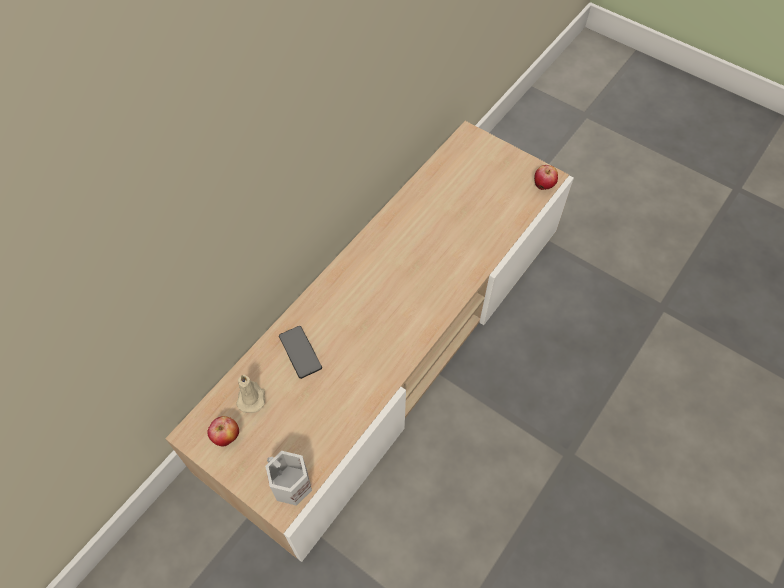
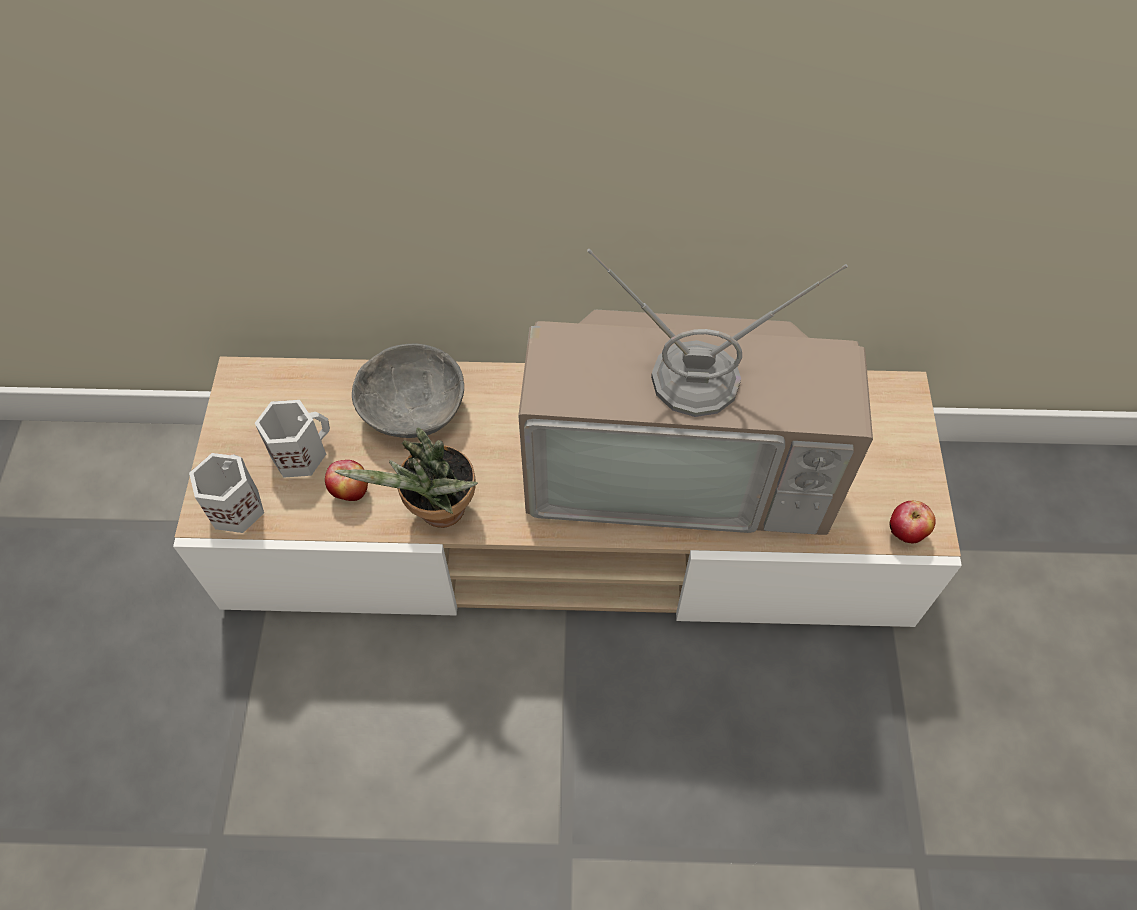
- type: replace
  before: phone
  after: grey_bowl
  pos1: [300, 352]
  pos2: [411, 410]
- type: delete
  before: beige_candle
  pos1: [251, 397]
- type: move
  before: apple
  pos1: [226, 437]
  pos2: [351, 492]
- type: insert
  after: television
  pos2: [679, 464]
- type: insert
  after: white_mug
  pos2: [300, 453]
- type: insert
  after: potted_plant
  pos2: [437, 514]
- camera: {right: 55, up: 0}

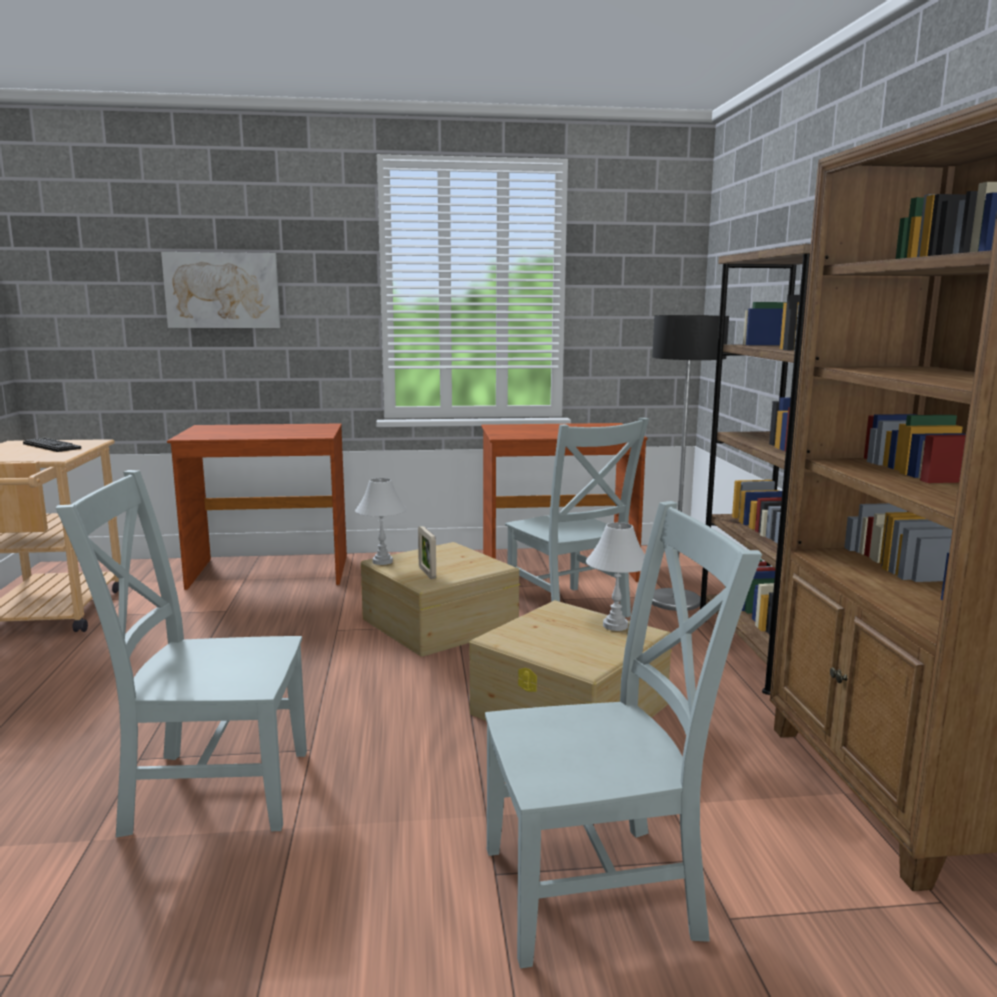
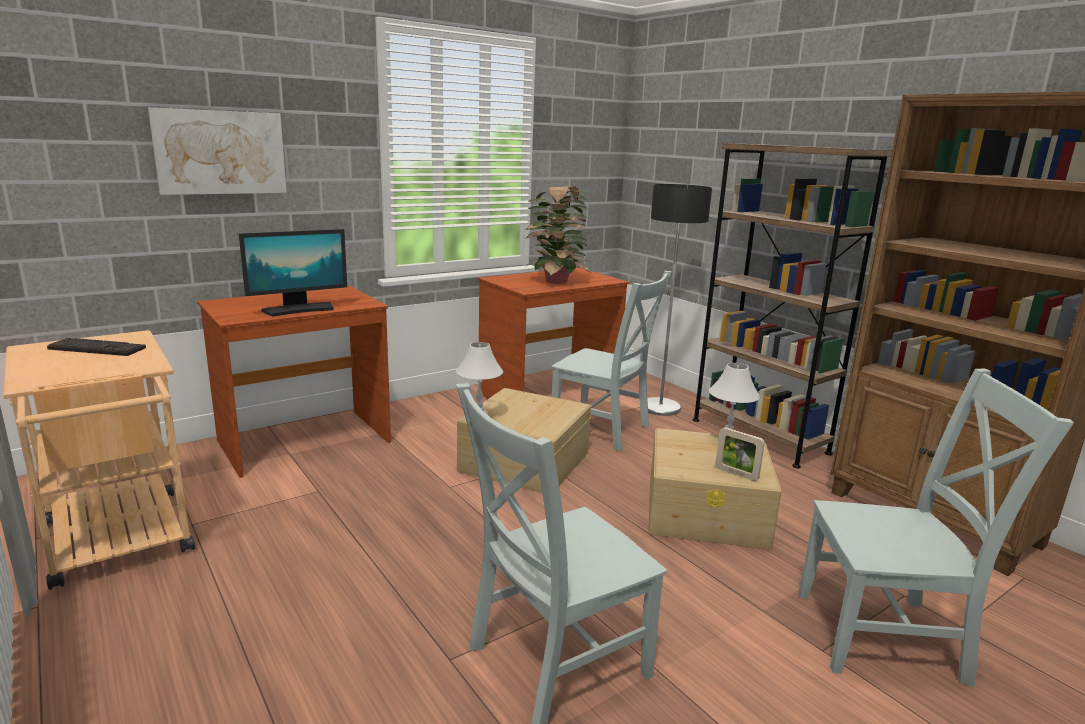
- type: rotate
  before: grey_chair
  pos1: [600, 890]
  pos2: [887, 637]
  turn: 45
- type: move
  before: picture_frame
  pos1: [427, 573]
  pos2: [736, 474]
- type: insert
  after: potted_plant
  pos2: [556, 282]
- type: insert
  after: monitor
  pos2: [299, 309]
- camera: {right: -30, up: 5}

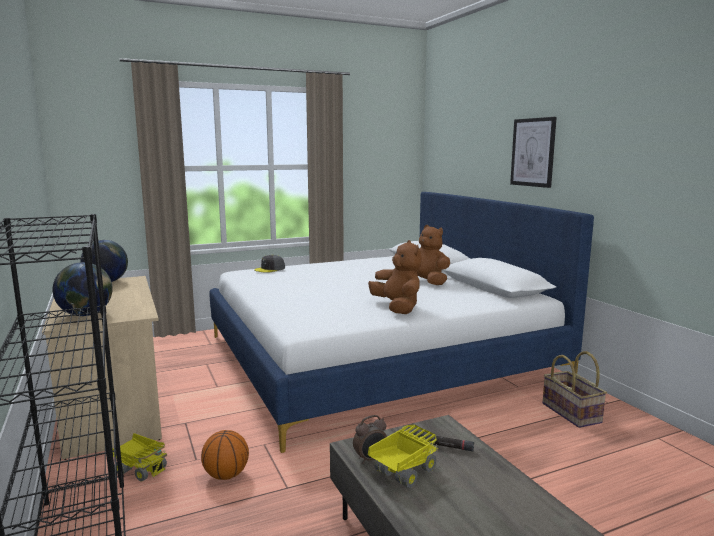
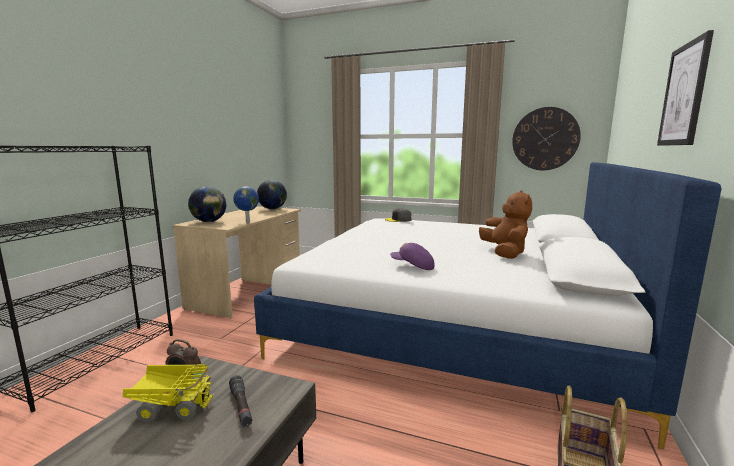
- type: replace
  before: brown_plush_toy
  after: purple_cap
  pos1: [397, 308]
  pos2: [412, 267]
- type: delete
  before: basketball
  pos1: [226, 475]
- type: delete
  before: toy_truck
  pos1: [140, 469]
- type: insert
  after: wall_clock
  pos2: [545, 139]
- type: insert
  after: globe
  pos2: [247, 222]
- camera: {right: 45, up: 0}

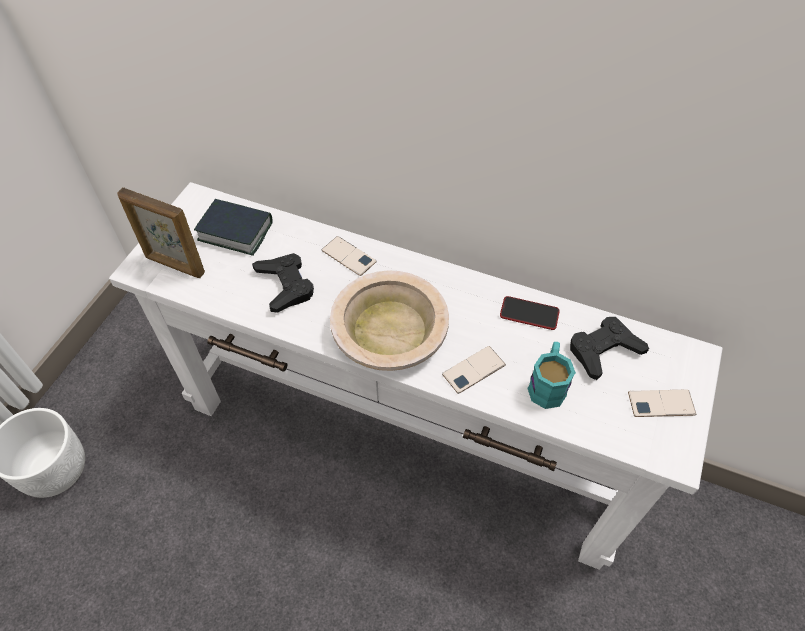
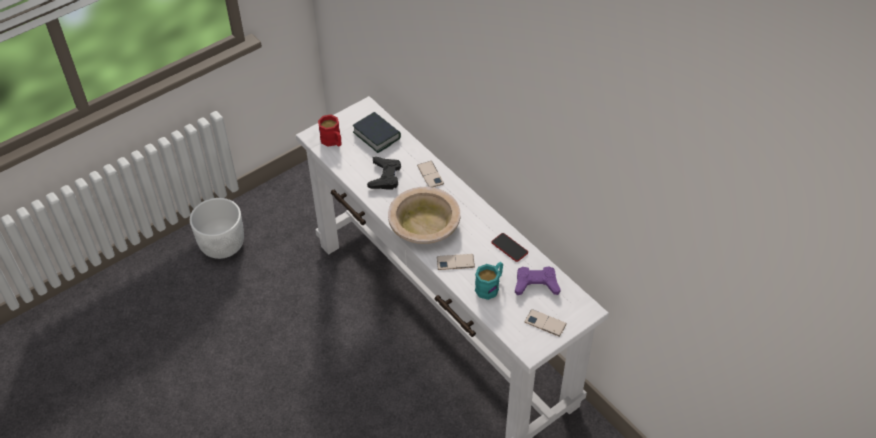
- type: replace
  before: picture_frame
  after: red_mug
  pos1: [174, 265]
  pos2: [333, 141]
- type: recolor
  before: black_game_controller
  after: purple_game_controller
  pos1: [603, 350]
  pos2: [536, 284]
- camera: {right: 30, up: -5}

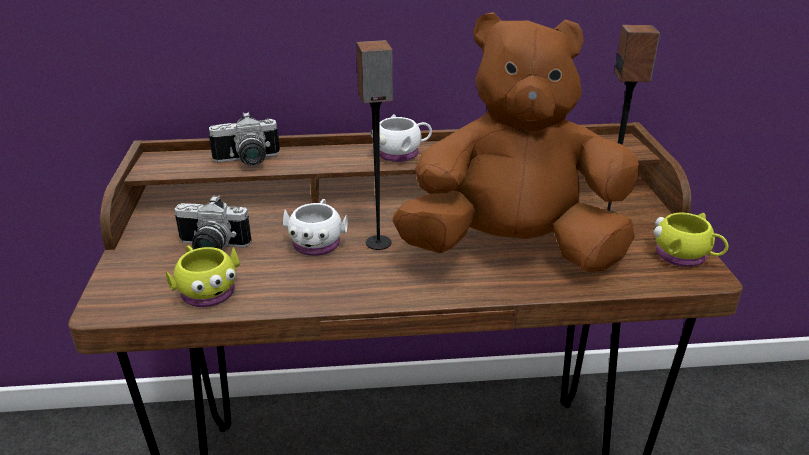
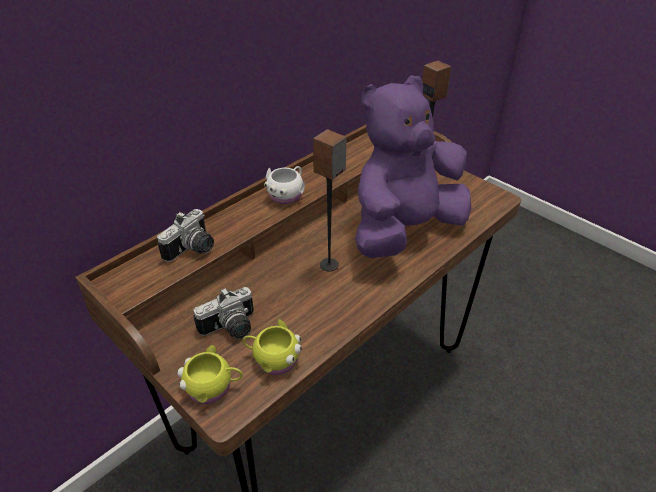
- type: recolor
  before: brown_plush_toy
  after: purple_plush_toy
  pos1: [514, 250]
  pos2: [404, 230]
- type: delete
  before: white_mug
  pos1: [317, 242]
- type: move
  before: yellow_mug
  pos1: [685, 256]
  pos2: [213, 387]
- camera: {right: -40, up: 10}

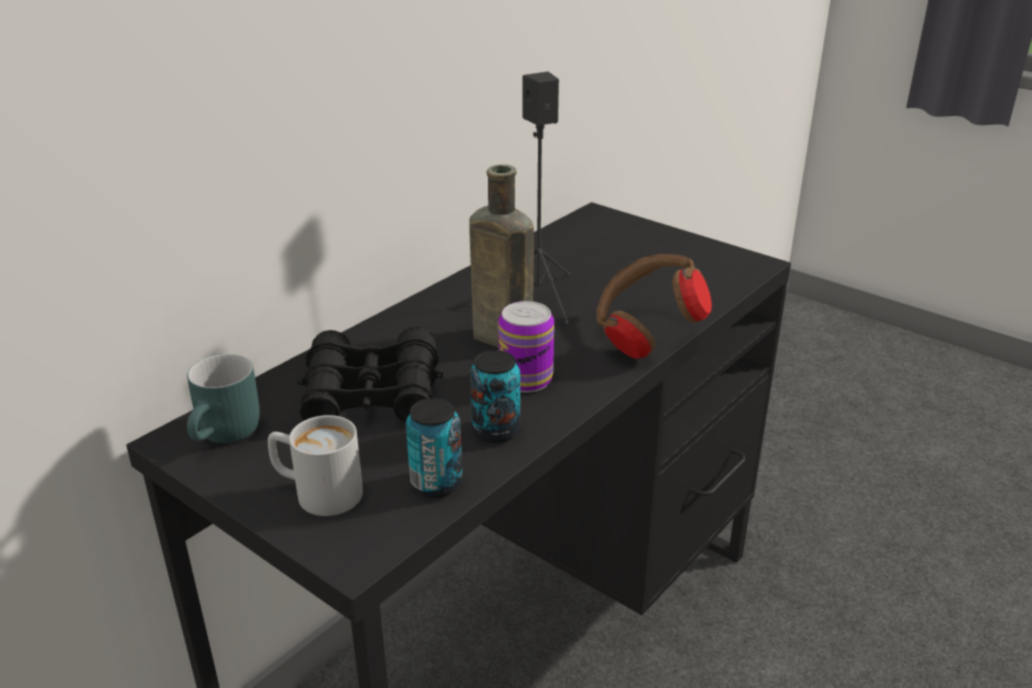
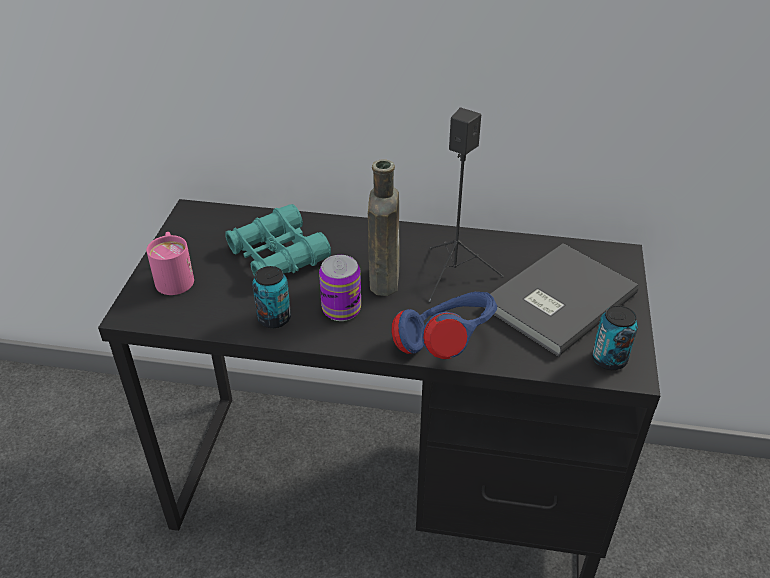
- type: recolor
  before: brown_headphones
  after: blue_headphones
  pos1: [646, 336]
  pos2: [446, 346]
- type: recolor
  before: black_binoculars
  after: turquoise_binoculars
  pos1: [372, 395]
  pos2: [278, 255]
- type: delete
  before: turquoise_mug
  pos1: [228, 434]
- type: move
  before: can
  pos1: [436, 483]
  pos2: [609, 359]
- type: recolor
  before: white_mug
  after: pink_mug
  pos1: [316, 492]
  pos2: [174, 277]
- type: insert
  after: grey_book
  pos2: [556, 300]
- camera: {right: 60, up: 10}

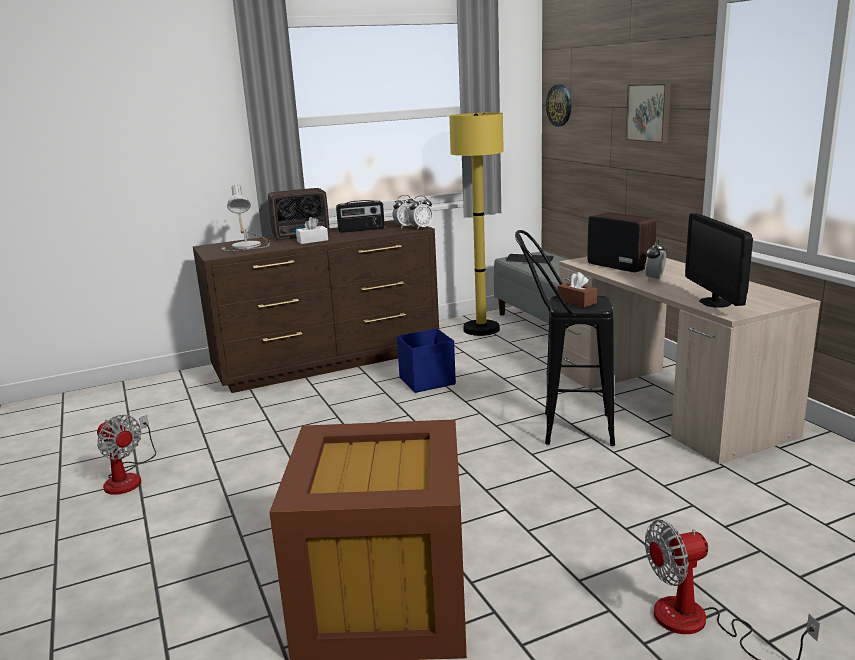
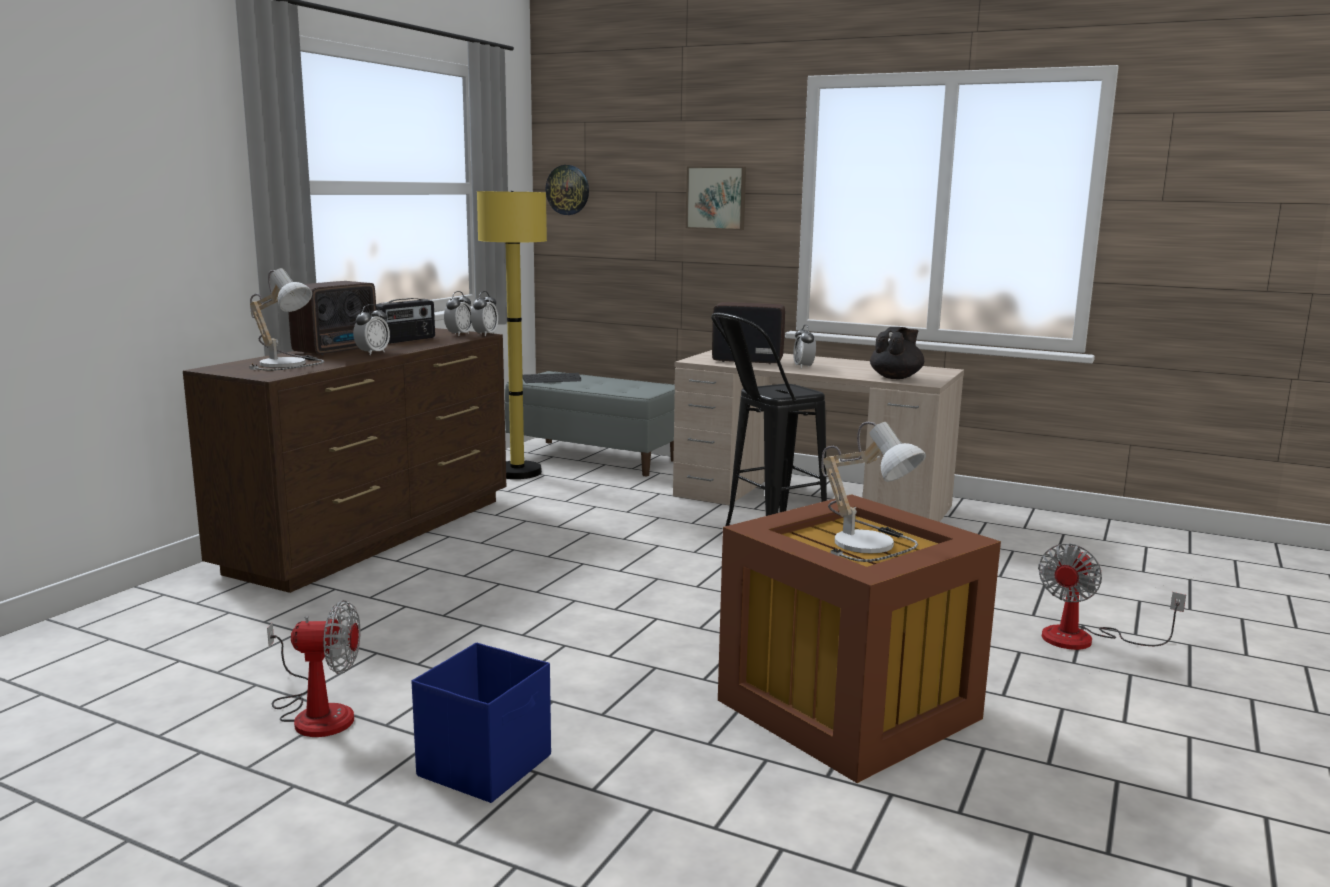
- type: replace
  before: monitor
  after: black_teapot
  pos1: [715, 302]
  pos2: [896, 377]
- type: replace
  before: white_tissue_box
  after: alarm_clock
  pos1: [312, 241]
  pos2: [372, 353]
- type: delete
  before: brown_tissue_box
  pos1: [577, 301]
- type: move
  before: blue_storage_box
  pos1: [428, 381]
  pos2: [487, 765]
- type: insert
  after: table_lamp
  pos2: [871, 543]
- camera: {right: -40, up: -5}

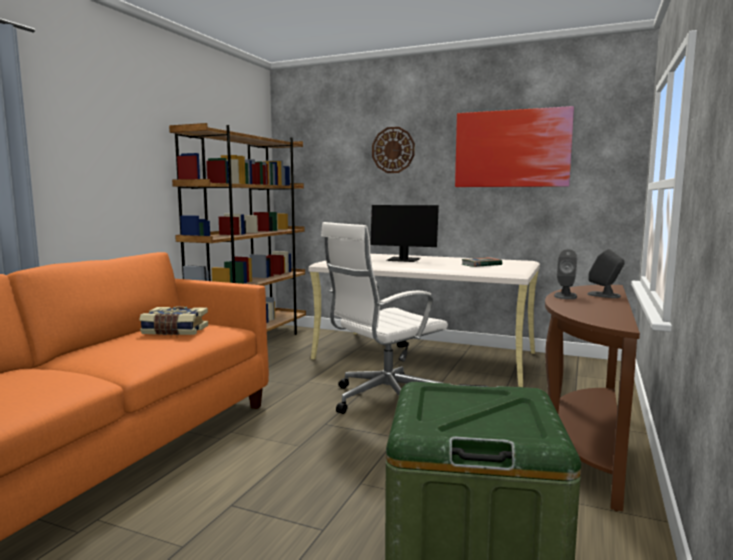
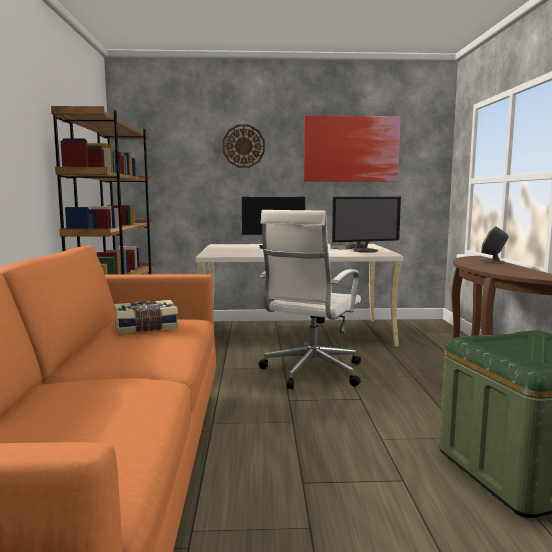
- type: delete
  before: grey_speaker
  pos1: [565, 296]
- type: insert
  after: monitor
  pos2: [365, 251]
- camera: {right: -25, up: 0}

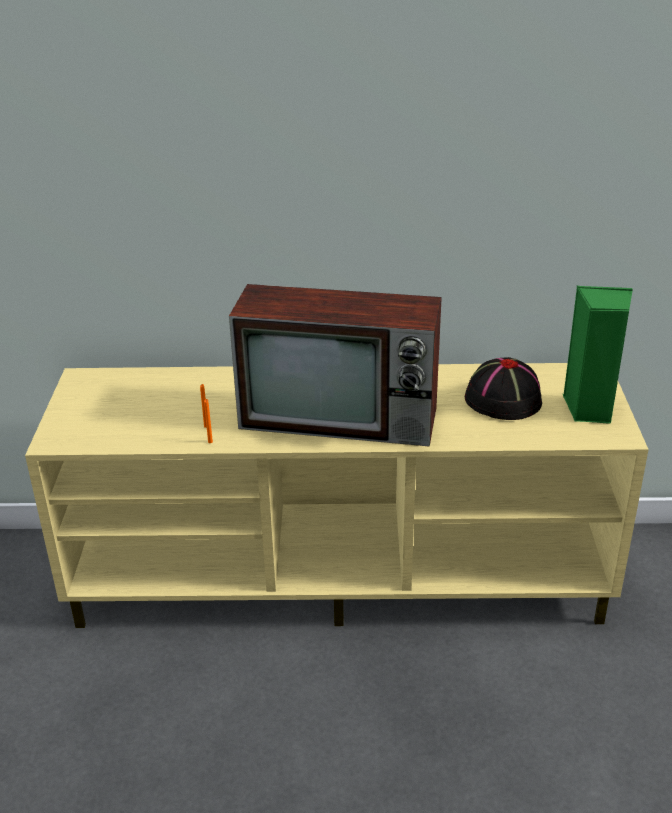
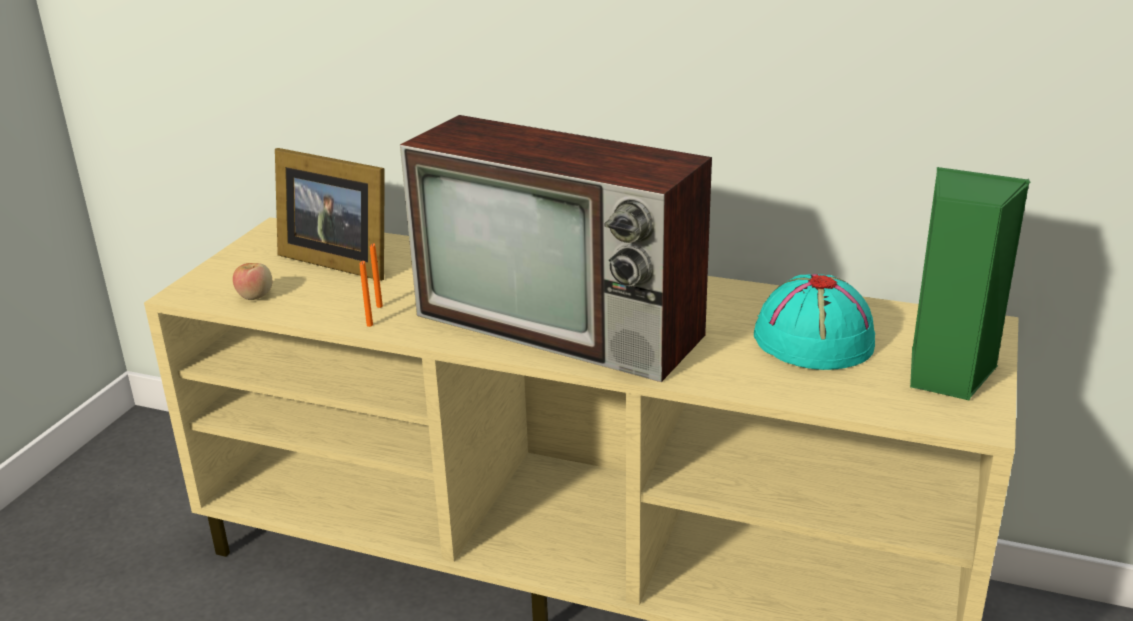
- type: recolor
  before: black_hat
  after: turquoise_hat
  pos1: [502, 400]
  pos2: [813, 340]
- type: insert
  after: picture_frame
  pos2: [337, 260]
- type: insert
  after: apple
  pos2: [255, 296]
- camera: {right: 20, up: -5}

